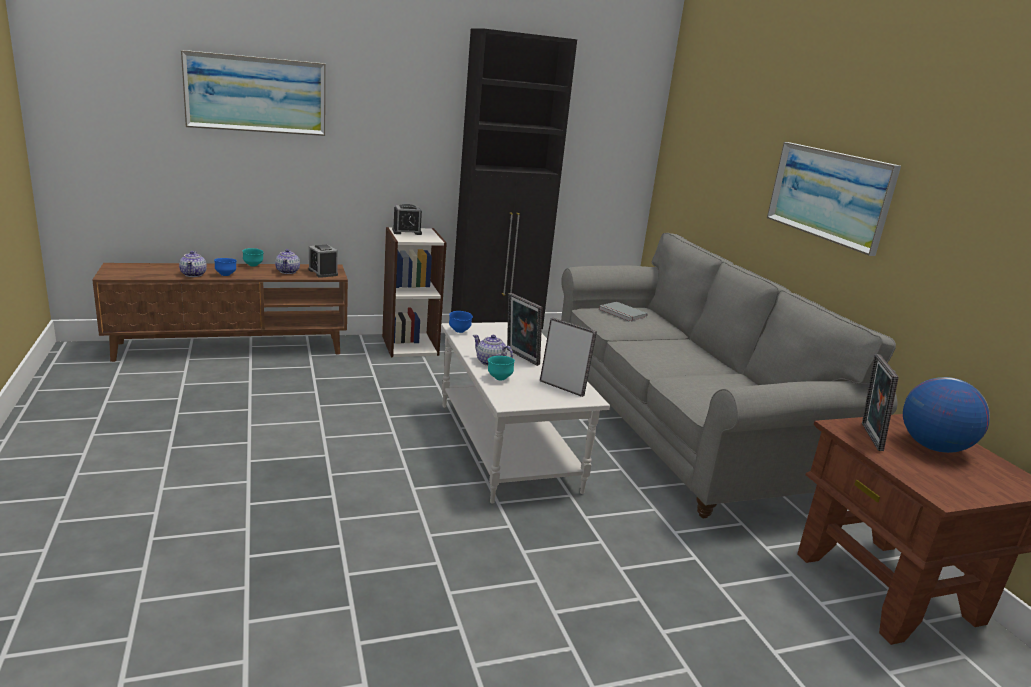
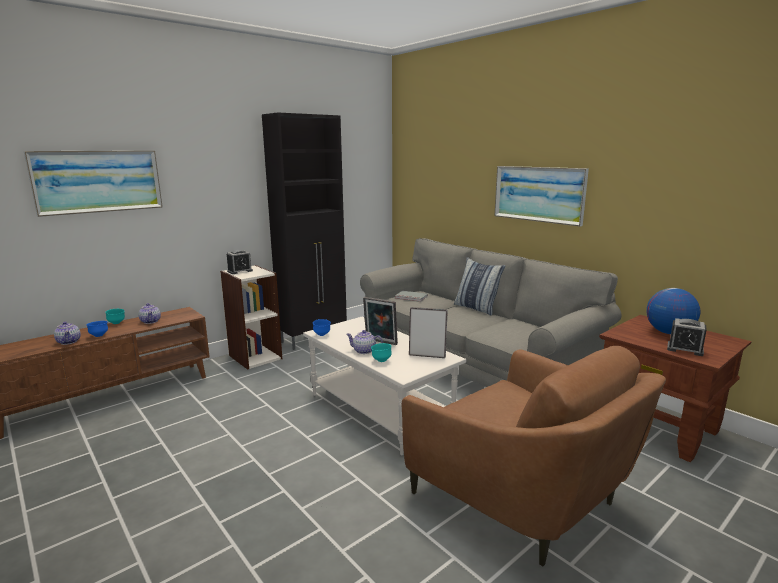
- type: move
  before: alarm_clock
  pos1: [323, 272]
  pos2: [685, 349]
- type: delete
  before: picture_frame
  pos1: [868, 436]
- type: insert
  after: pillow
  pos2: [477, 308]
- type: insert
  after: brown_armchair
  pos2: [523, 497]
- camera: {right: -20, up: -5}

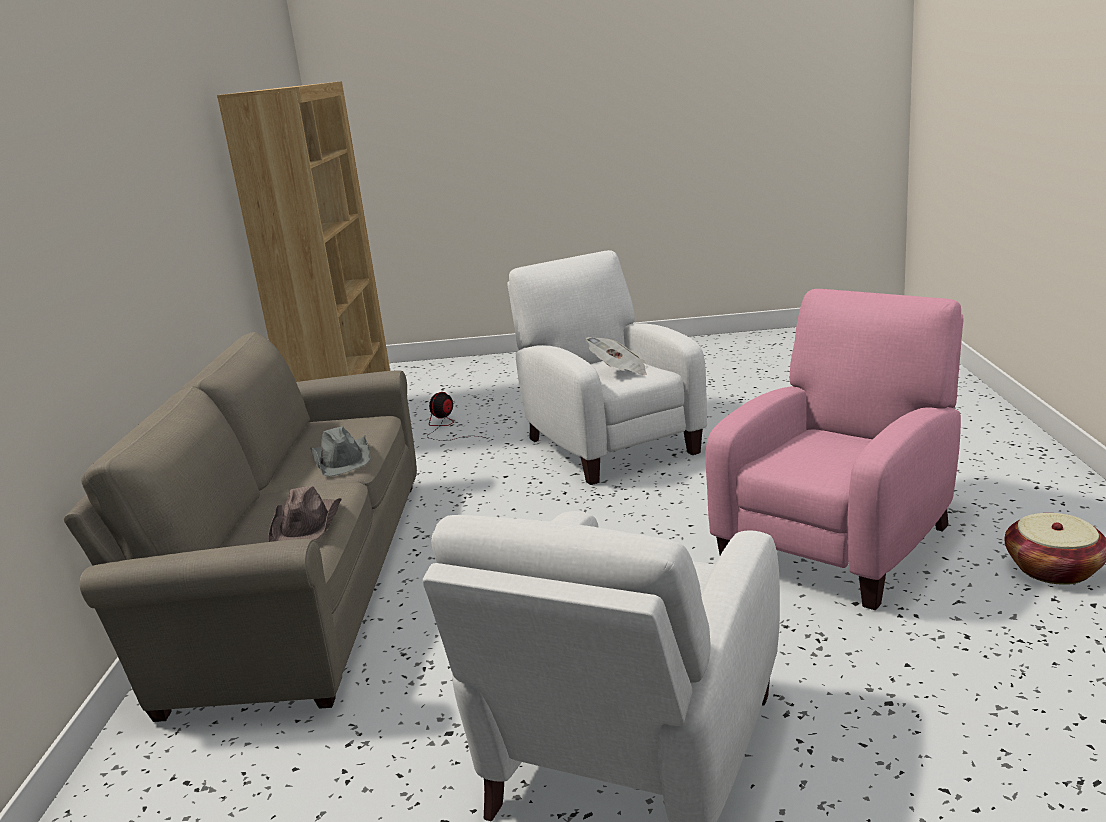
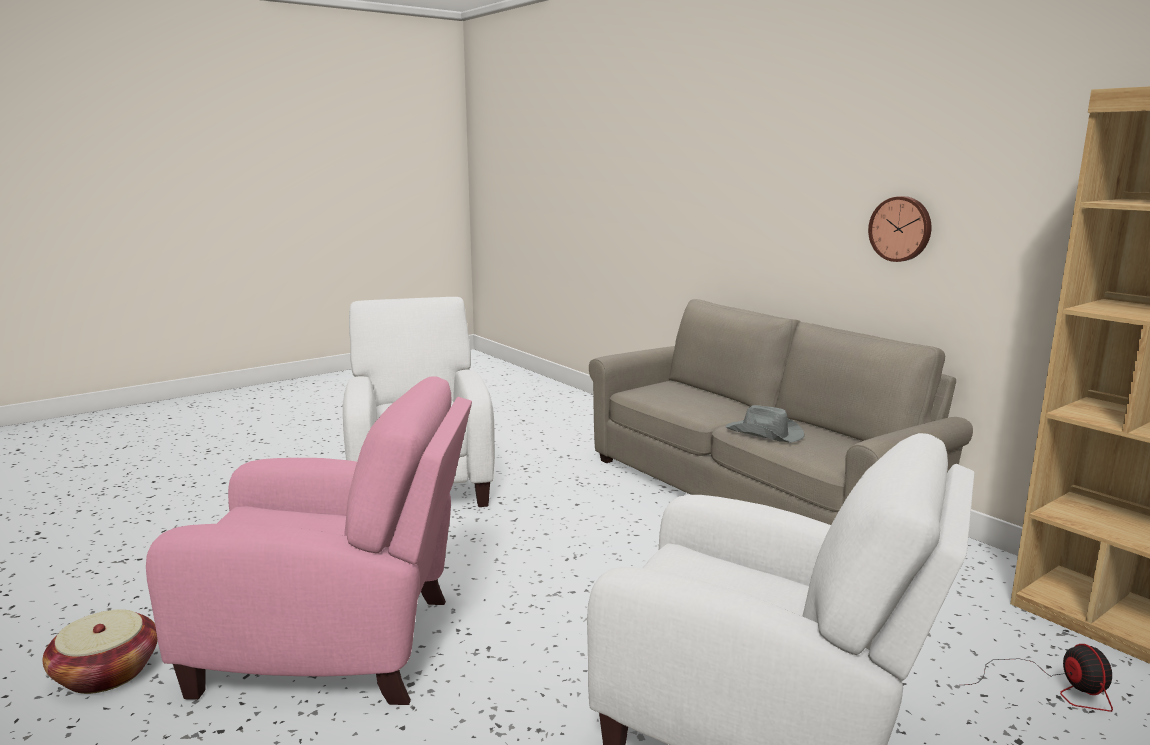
- type: rotate
  before: pink_armchair
  pos1: [841, 541]
  pos2: [336, 646]
  turn: -90
- type: delete
  before: newspaper
  pos1: [619, 371]
- type: delete
  before: brown_hat
  pos1: [307, 524]
- type: insert
  after: wall_clock
  pos2: [901, 229]
- camera: {right: 140, up: -5}

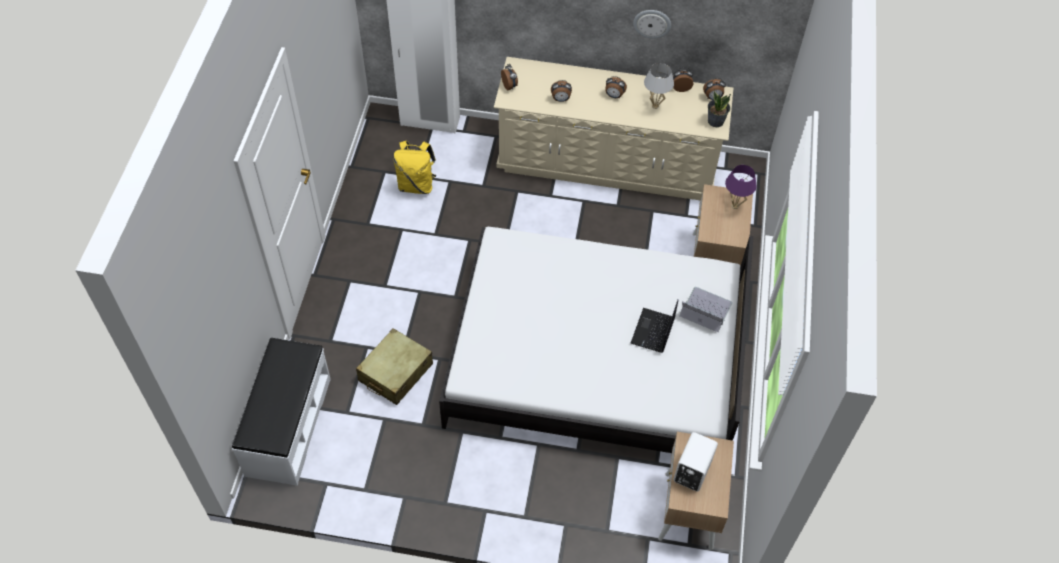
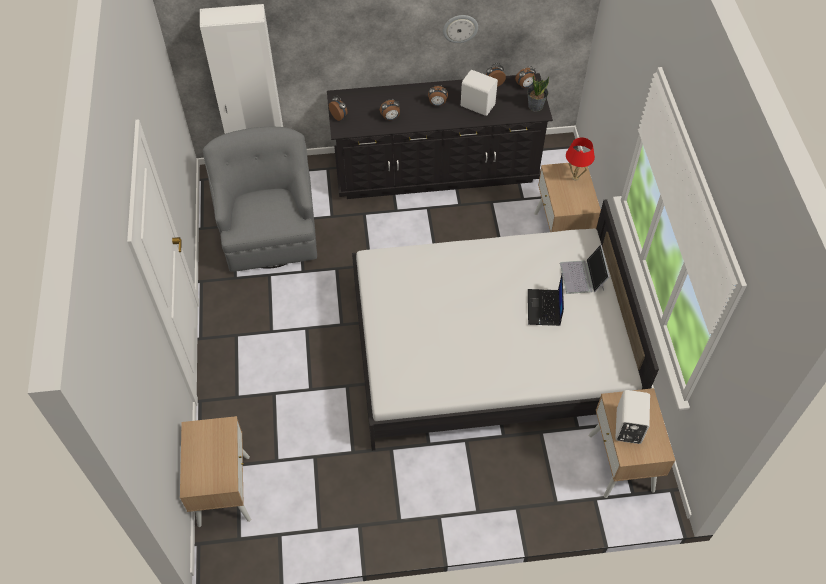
- type: recolor
  before: beige_dresser
  after: black_dresser
  pos1: [607, 163]
  pos2: [436, 169]
- type: replace
  before: white_table_lamp
  after: white_speaker
  pos1: [655, 106]
  pos2: [477, 105]
- type: replace
  before: yellow_backpack
  after: grey_armchair
  pos1: [416, 185]
  pos2: [269, 230]
- type: recolor
  before: purple_table_lamp
  after: red_table_lamp
  pos1: [734, 206]
  pos2: [575, 178]
- type: rotate
  before: laptop
  pos1: [705, 310]
  pos2: [582, 276]
  turn: -105
- type: delete
  before: beige_suitcase
  pos1: [395, 373]
- type: replace
  before: white_bench
  after: beige_nightstand
  pos1: [287, 426]
  pos2: [223, 490]
- camera: {right: -15, up: 0}

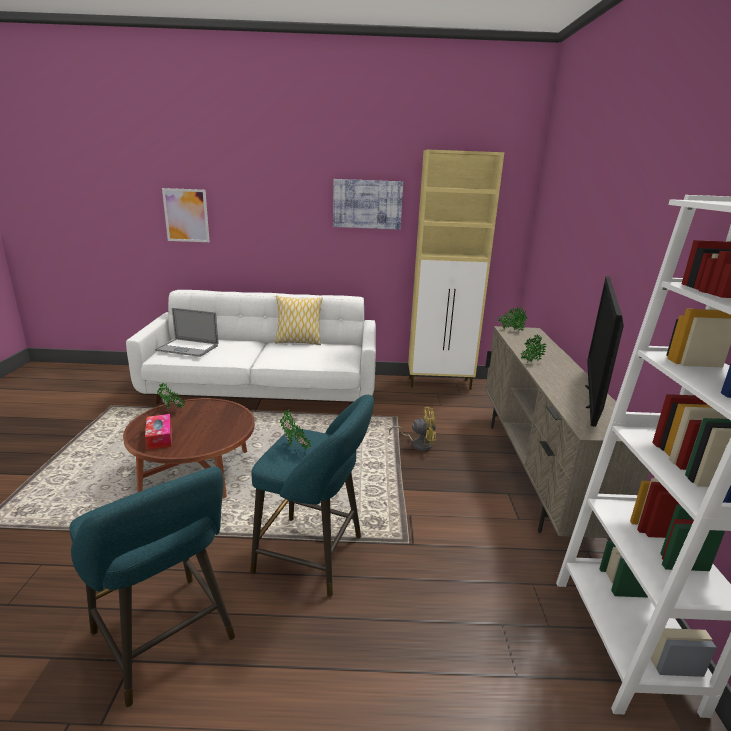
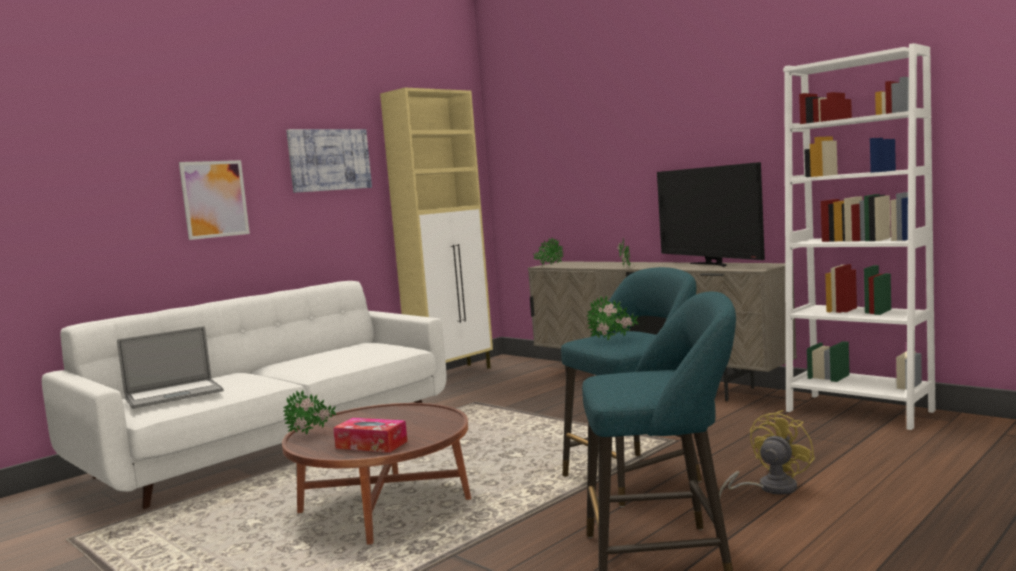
- type: move
  before: picture
  pos1: [186, 215]
  pos2: [214, 199]
- type: delete
  before: pillow
  pos1: [298, 342]
- type: move
  before: yellow_fan
  pos1: [418, 444]
  pos2: [769, 488]
- camera: {right: -45, up: -15}

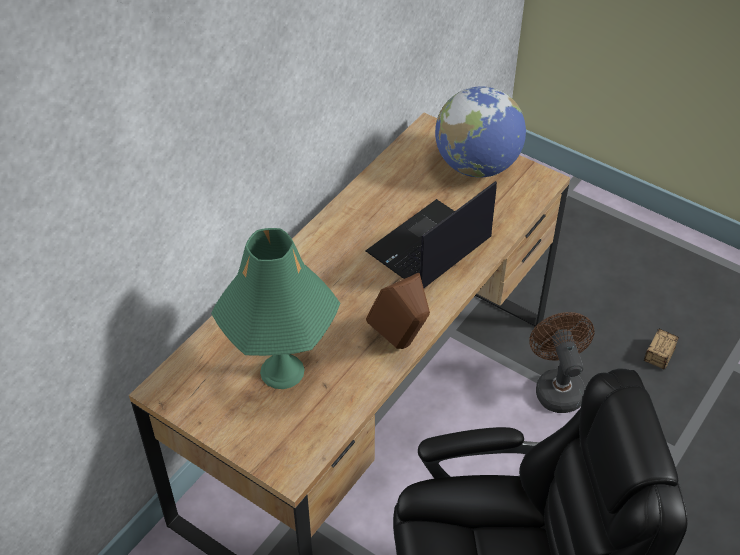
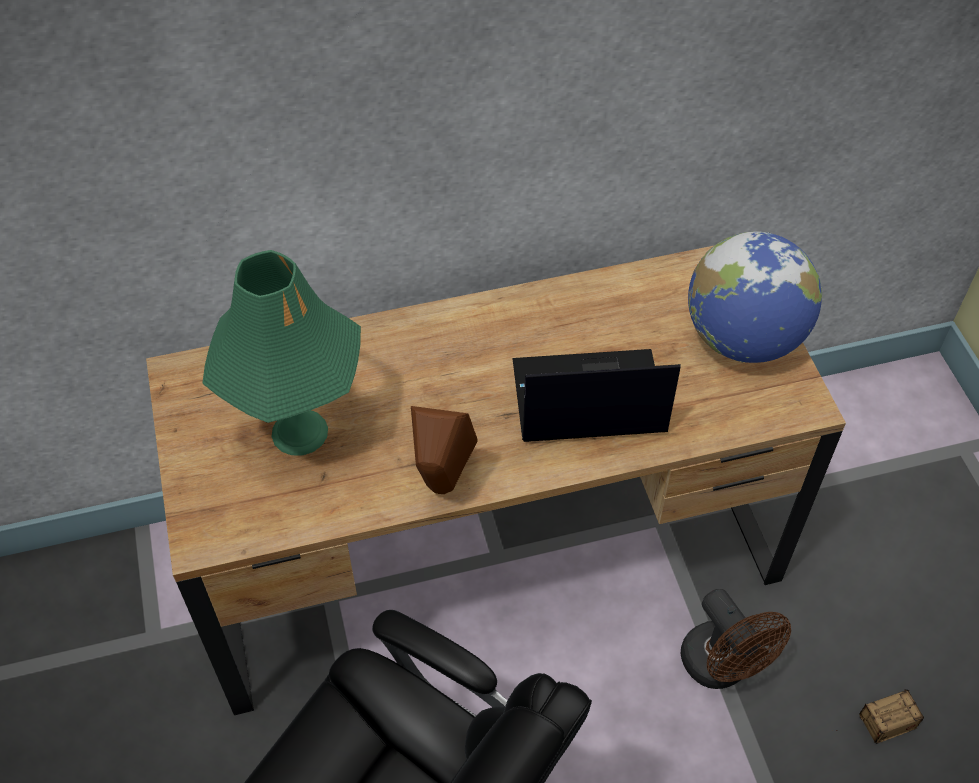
- type: rotate
  before: brown_fan
  pos1: [557, 386]
  pos2: [722, 667]
  turn: 120
- camera: {right: 40, up: 5}

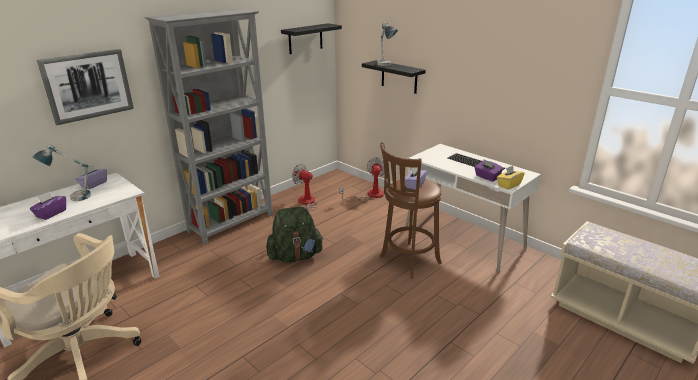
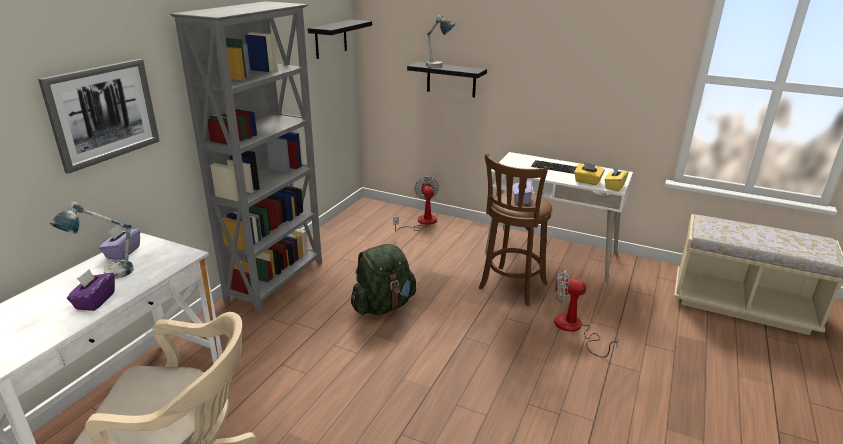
- type: recolor
  before: purple_tissue_box
  after: yellow_tissue_box
  pos1: [487, 177]
  pos2: [587, 181]
- type: move
  before: fan
  pos1: [306, 203]
  pos2: [574, 329]
- camera: {right: -20, up: 0}

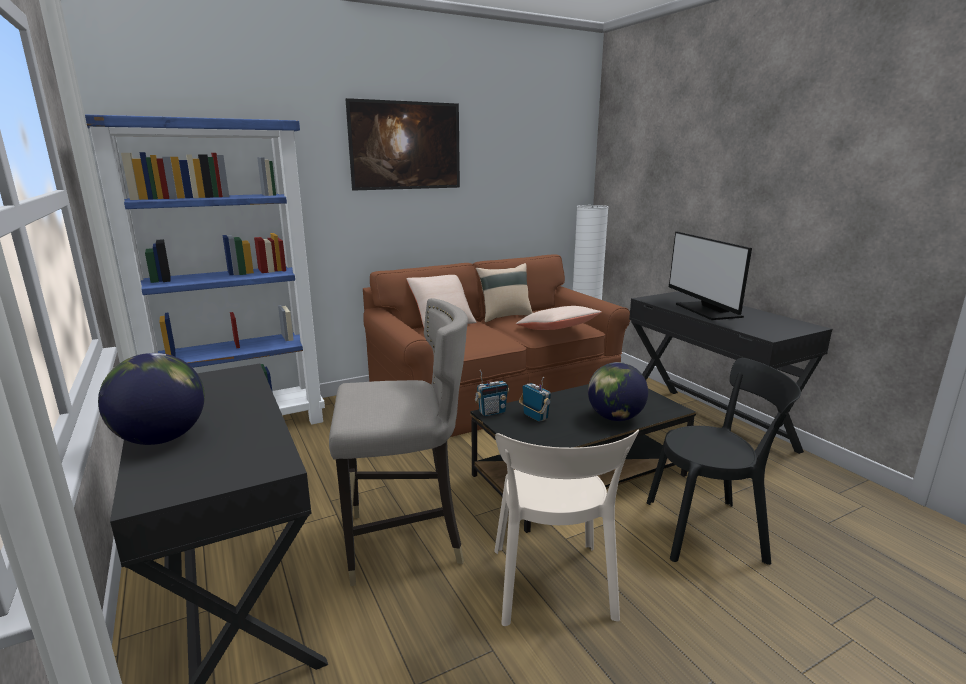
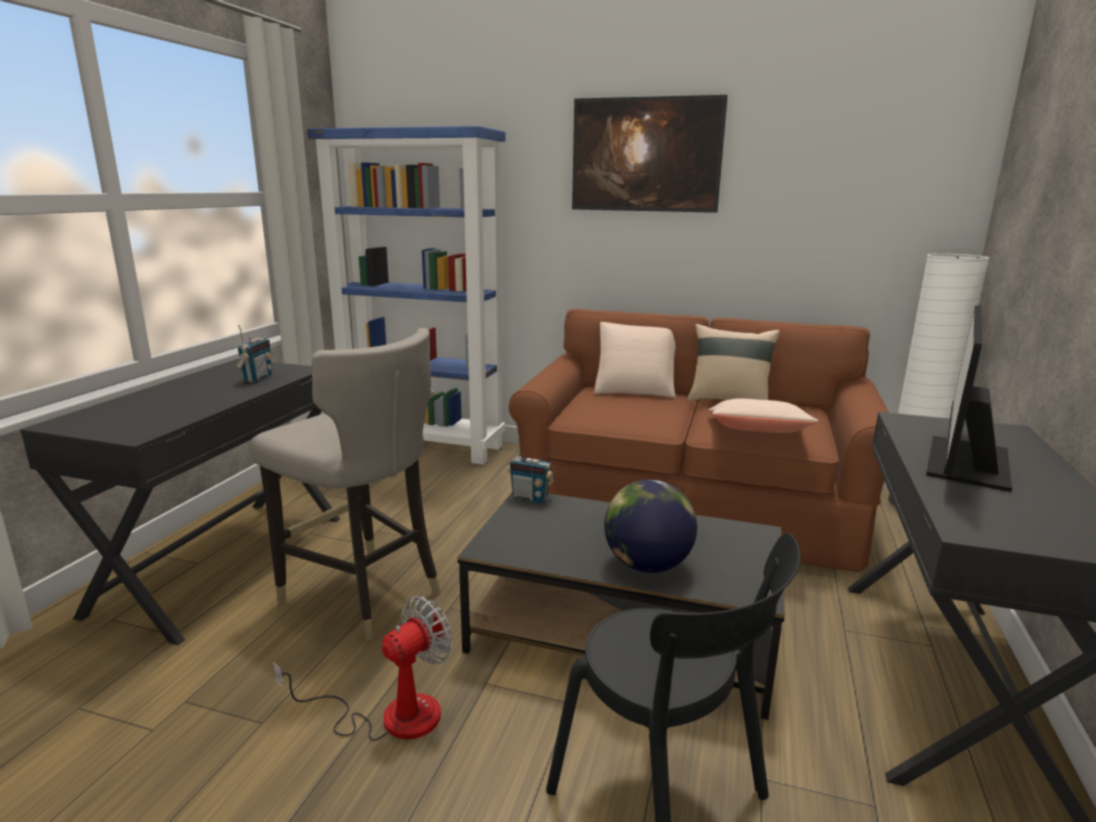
- type: delete
  before: globe
  pos1: [161, 438]
- type: move
  before: radio
  pos1: [535, 417]
  pos2: [257, 378]
- type: replace
  before: beige_chair
  after: fan
  pos1: [553, 588]
  pos2: [390, 715]
- camera: {right: 45, up: 0}

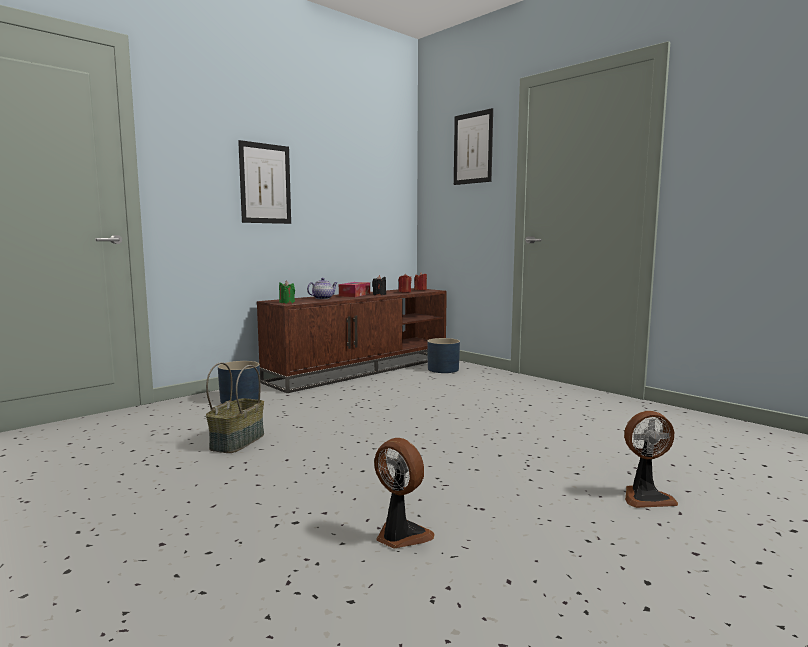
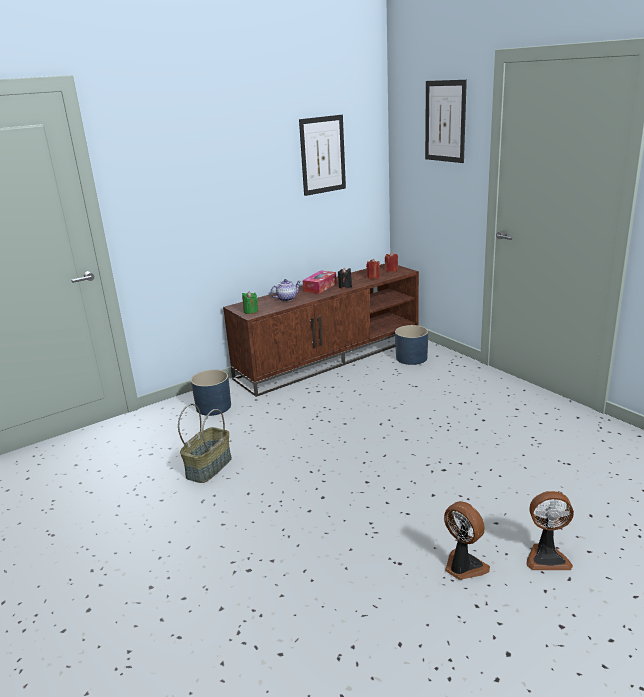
- type: move
  before: picture
  pos1: [265, 183]
  pos2: [322, 155]
- type: move
  before: fan
  pos1: [400, 536]
  pos2: [463, 566]
- camera: {right: 10, up: 15}

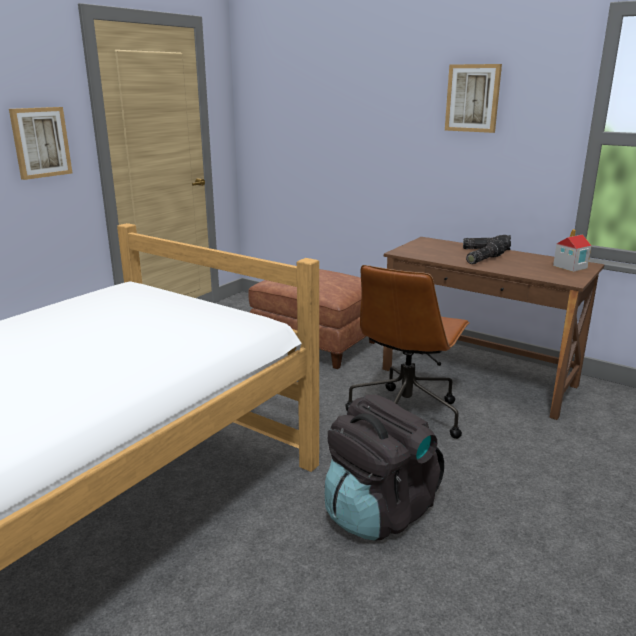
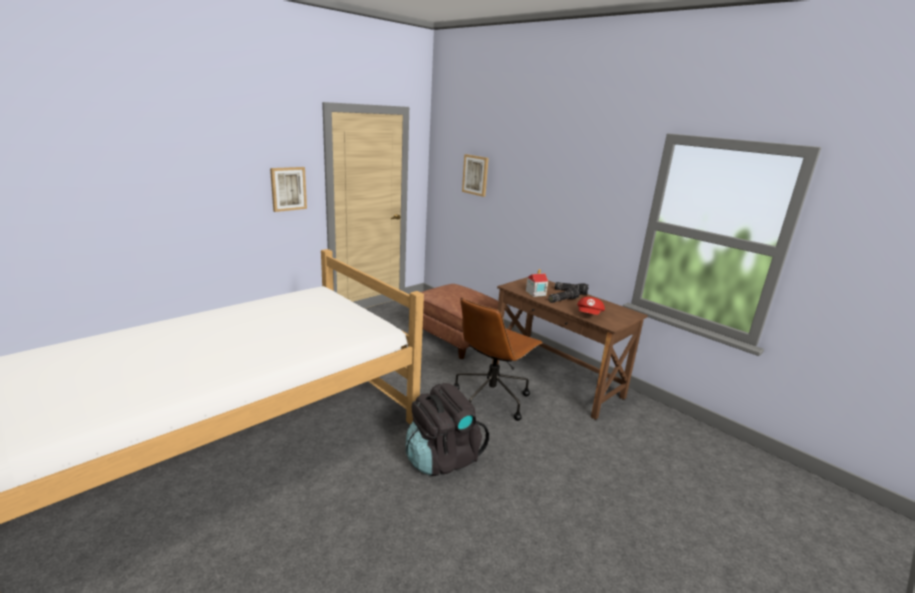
- type: move
  before: picture
  pos1: [473, 98]
  pos2: [475, 175]
- type: move
  before: toy_house
  pos1: [570, 267]
  pos2: [535, 293]
- type: insert
  after: red_cap
  pos2: [589, 315]
- camera: {right: 10, up: 0}

